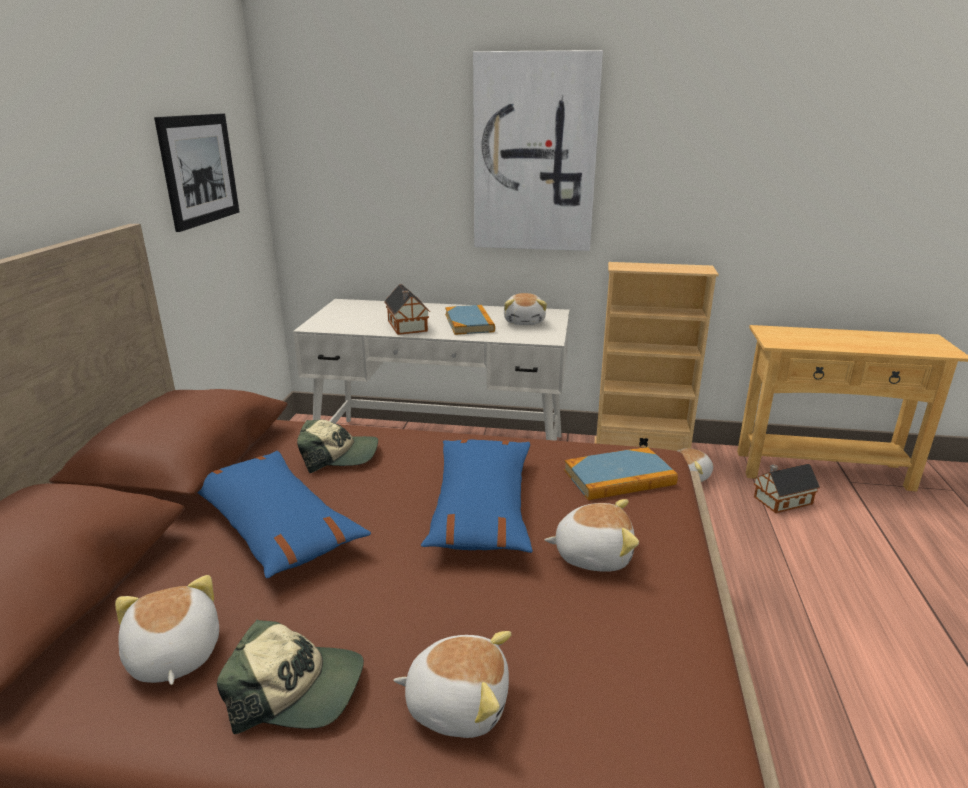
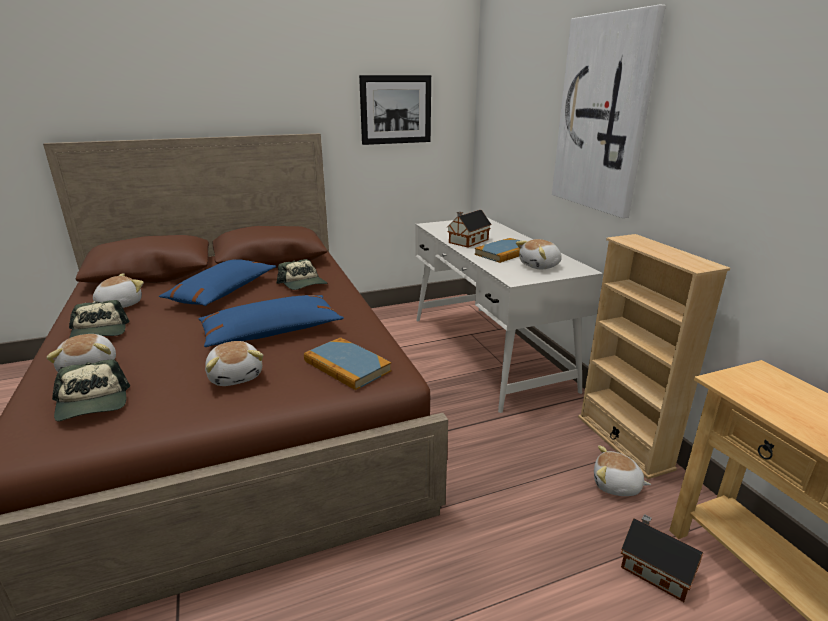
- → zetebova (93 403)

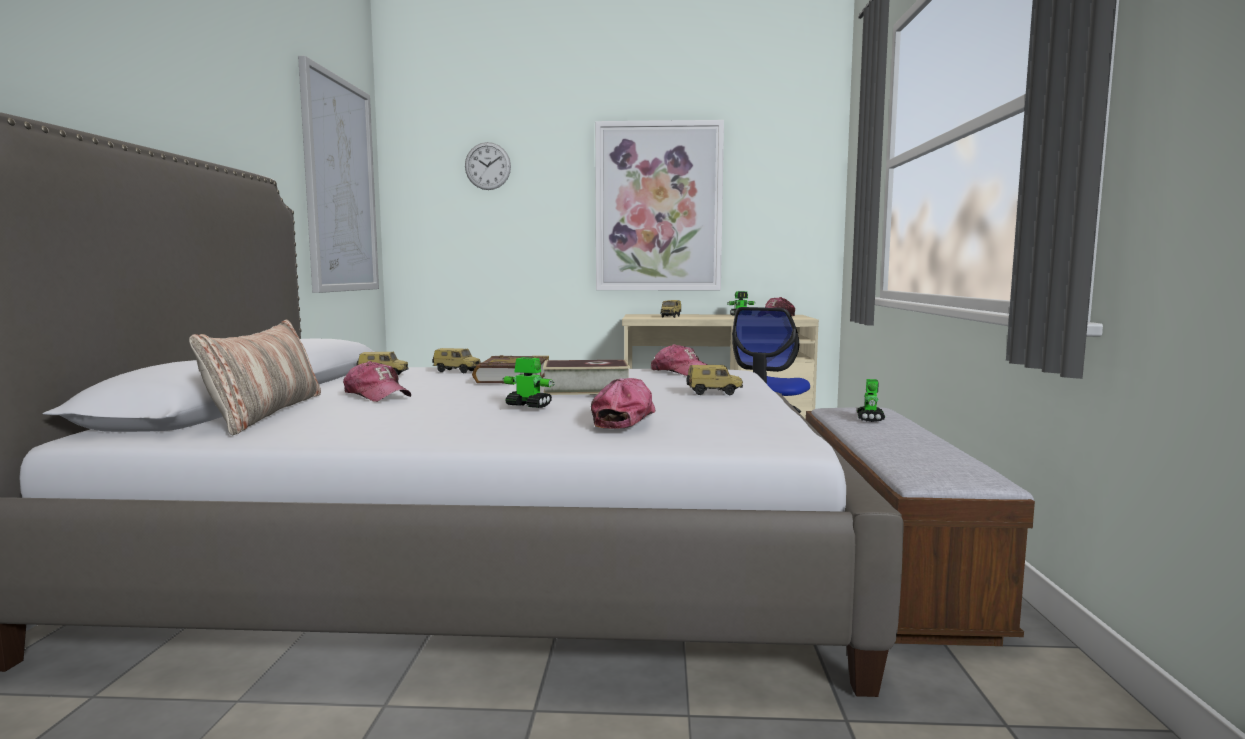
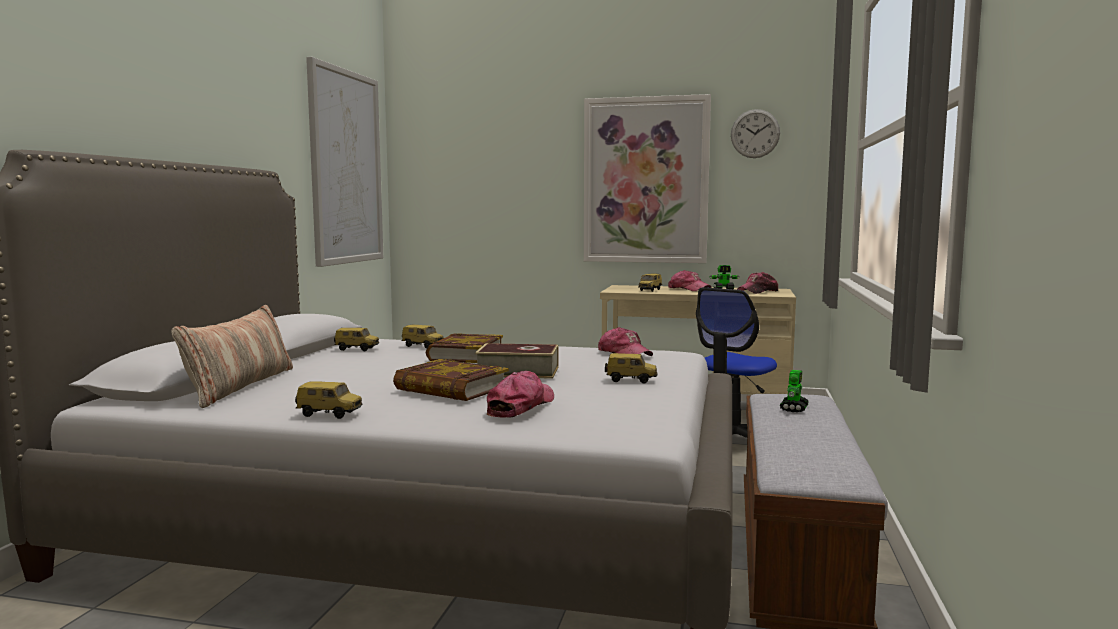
zetebova (377 395) → zetebova (688 289), shifted
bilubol (487 166) → bilubol (755 133), shifted
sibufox (528 405) → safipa (451 389)
- → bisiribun (330 414)

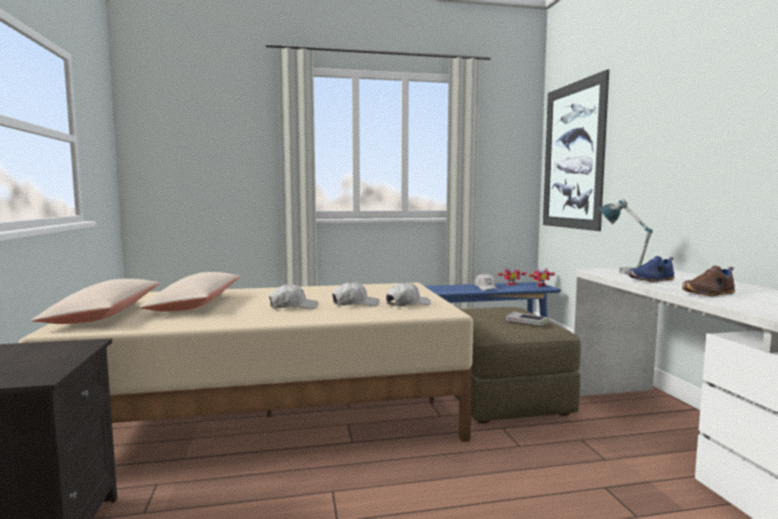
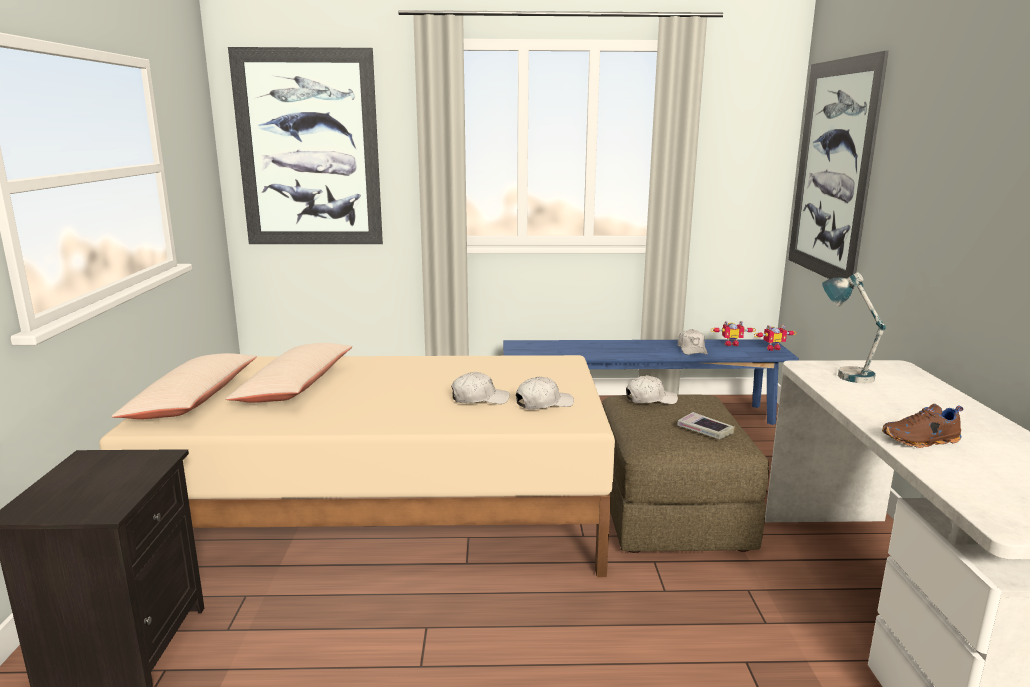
zetebova (white) (293 307) → zetebova (white) (650 399), shifted
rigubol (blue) (652 280) → -
- → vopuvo (308 149)

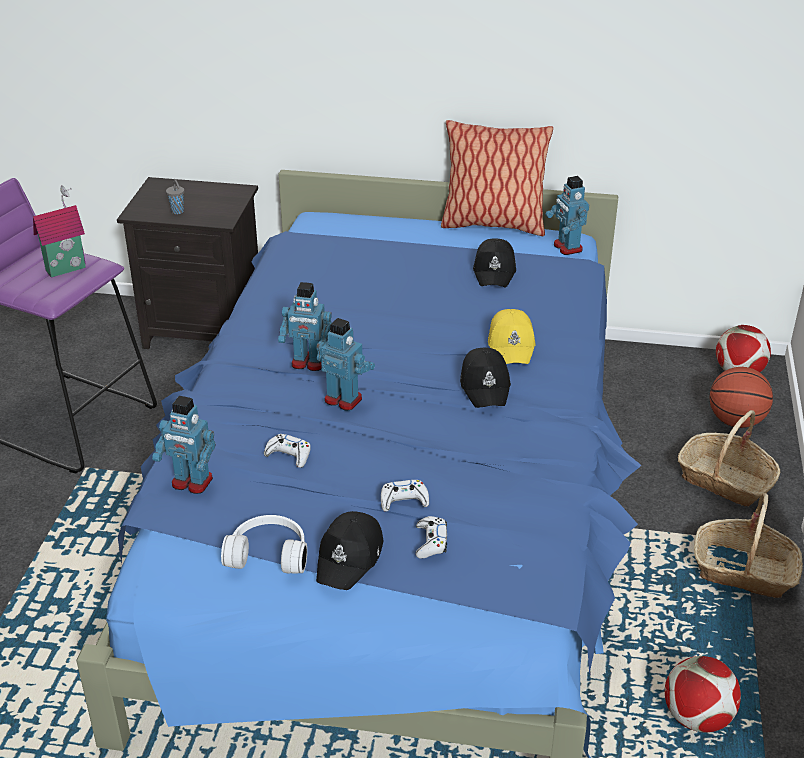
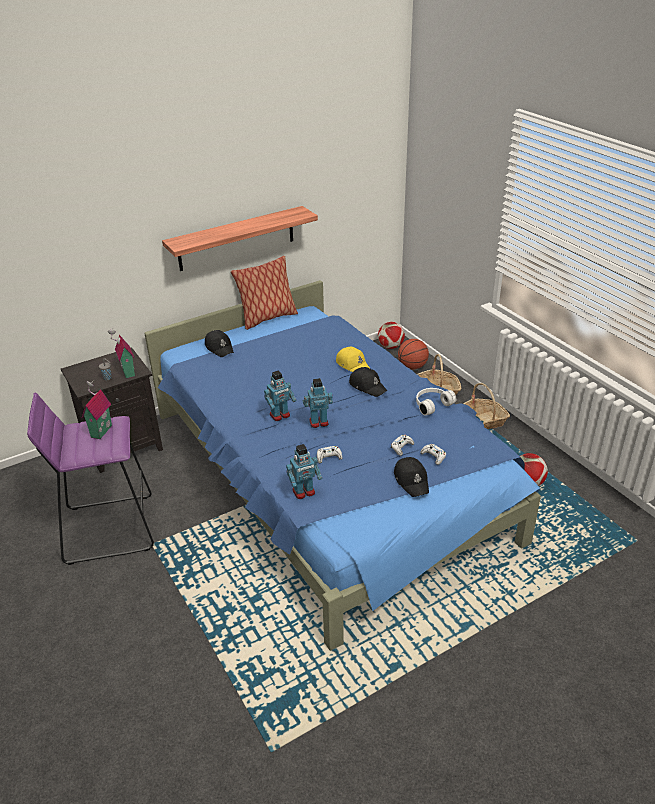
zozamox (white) (269 553) → zozamox (white) (432 404), shifted
zetebova (black) (495 271) → zetebova (black) (219 347), shifted
sibufox (567 247) → -
- → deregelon (126 372)
- → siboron (236 238)

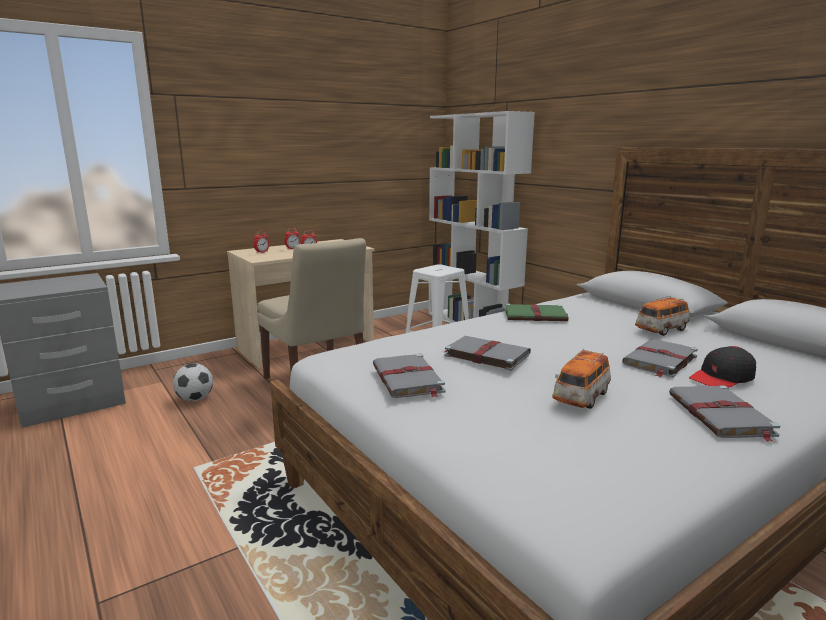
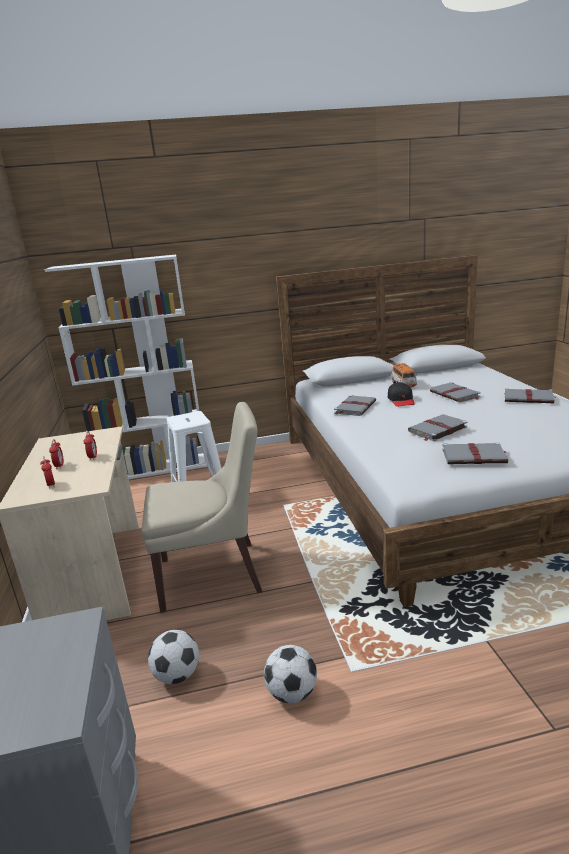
safipa (green) (536 316) → safipa (grey) (355 407)
bisiribun (581 398) → -
zetebova (black) (722 378) → zetebova (black) (401 400), shifted
- → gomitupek (292 693)

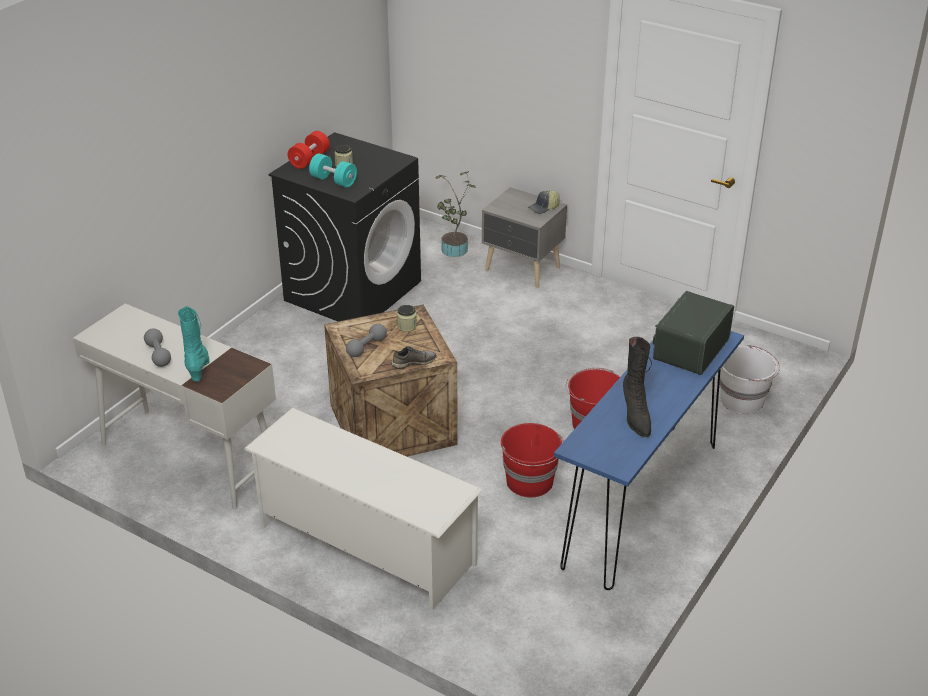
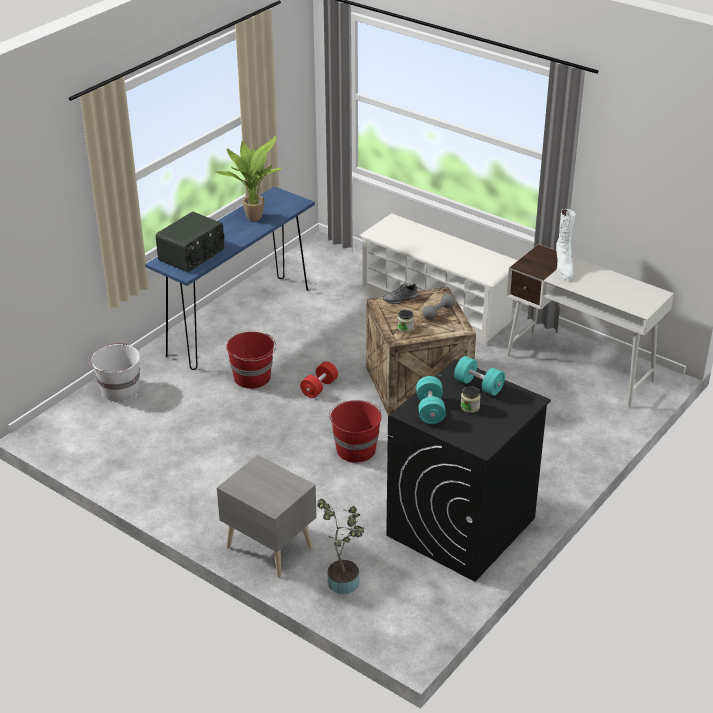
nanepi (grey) (158 354) → -
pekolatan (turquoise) (198 366) → pekolatan (white) (563 267)
nanepi (red) (309 160) → nanepi (red) (319 388), shifted
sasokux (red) (530 482) → sasokux (red) (355 449), shifted
zetebova (544 208) → -
pekolatan (black) (636 416) → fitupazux (253 217)
- → nanepi (turquoise) (430 410)

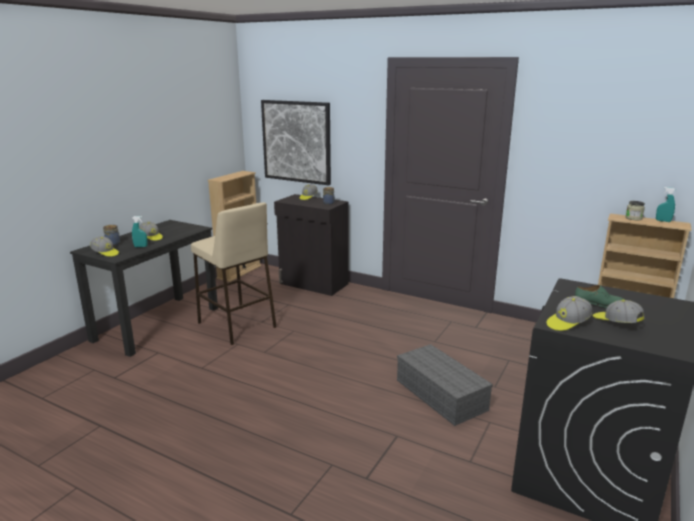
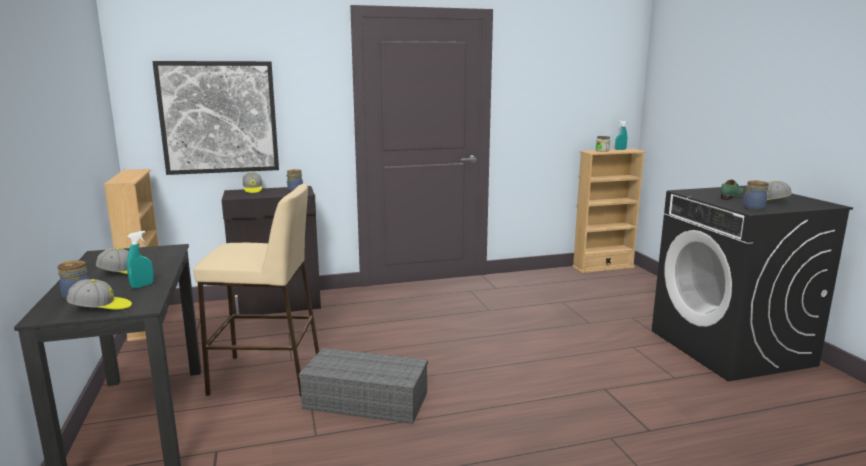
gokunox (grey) (442 395) → gokunox (grey) (368 400), shifted
zetebova (567 323) → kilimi (755 208)

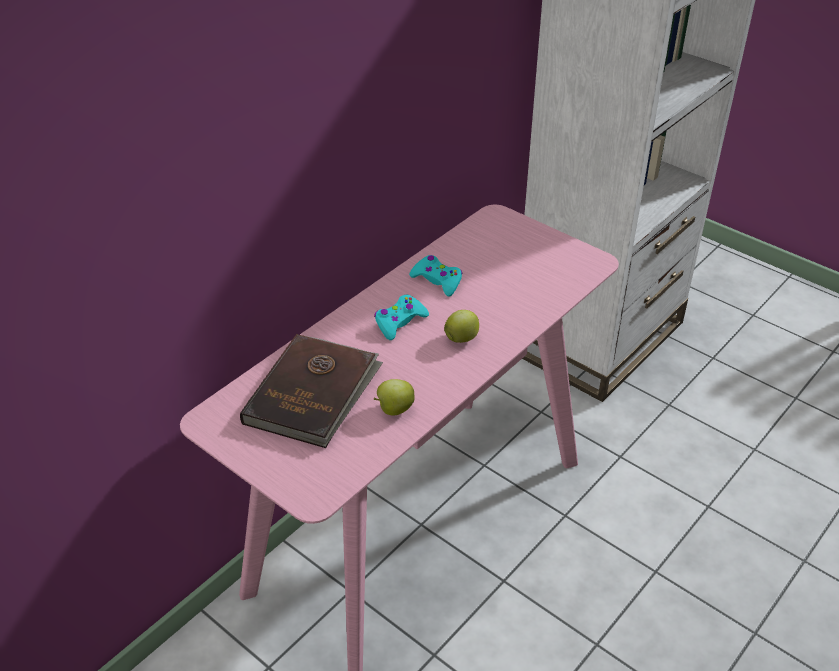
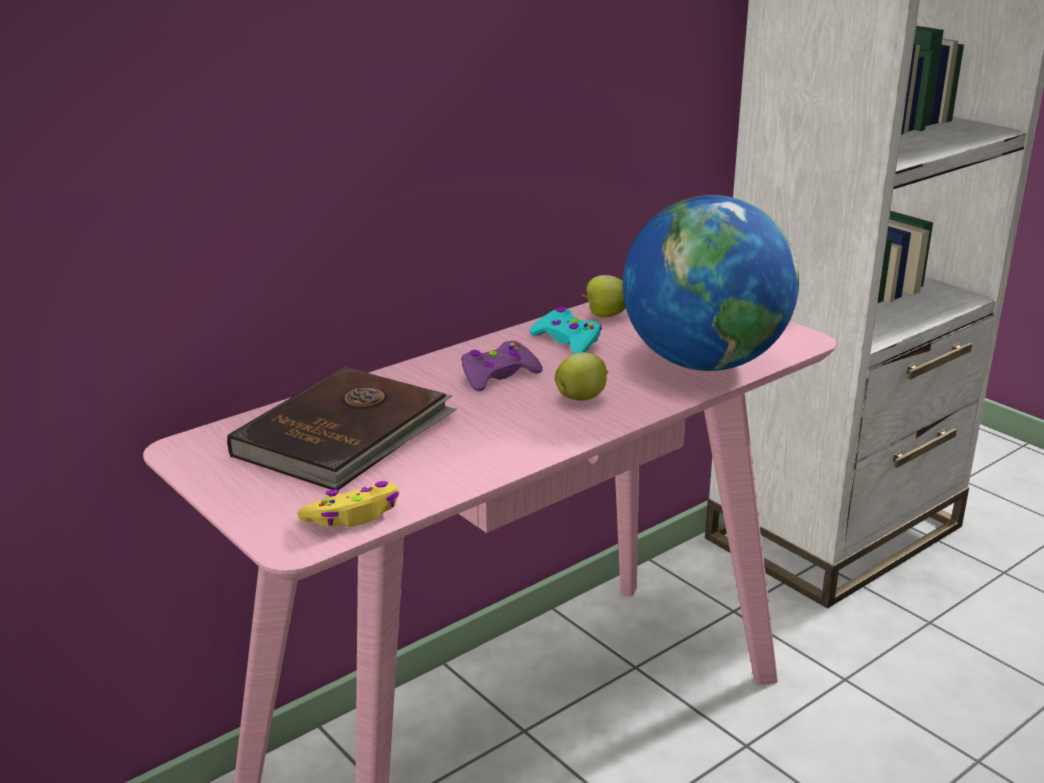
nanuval (394 409) → nanuval (605 315), shifted
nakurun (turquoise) (399 322) → nakurun (purple) (498 376)
- → nakurun (yellow) (354 515)
- → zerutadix (703 363)

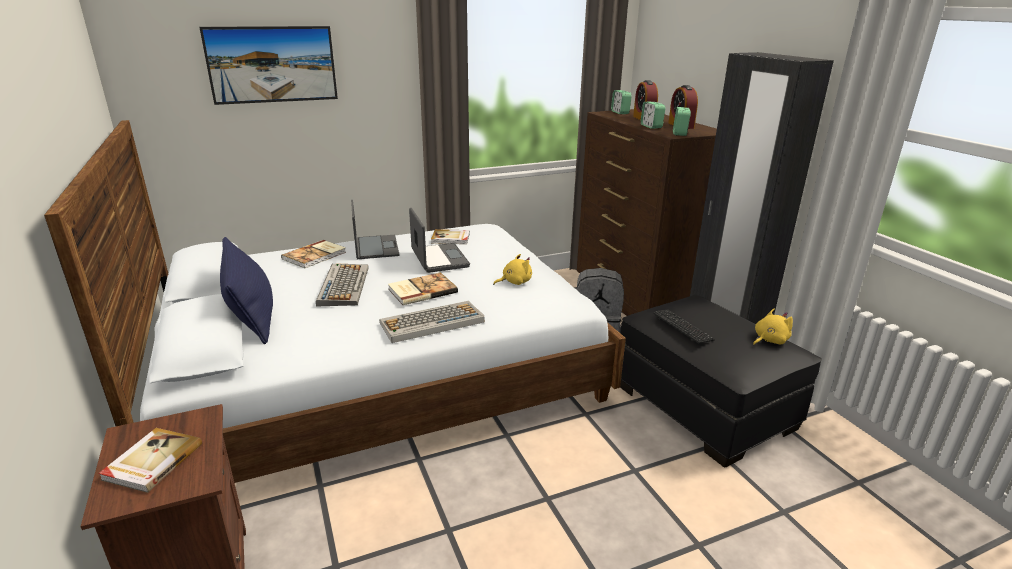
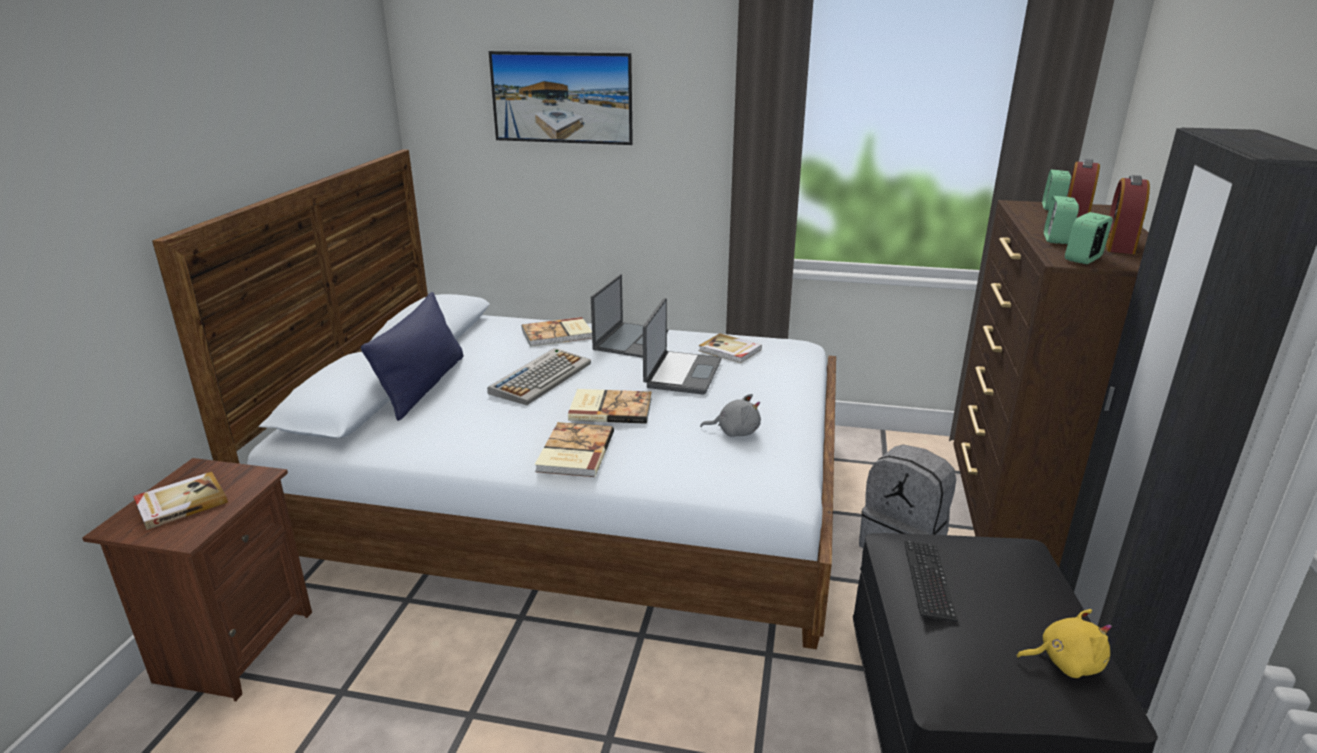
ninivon (431 323) → safipa (573 452)
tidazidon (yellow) (514 282) → tidazidon (grey) (735 432)

